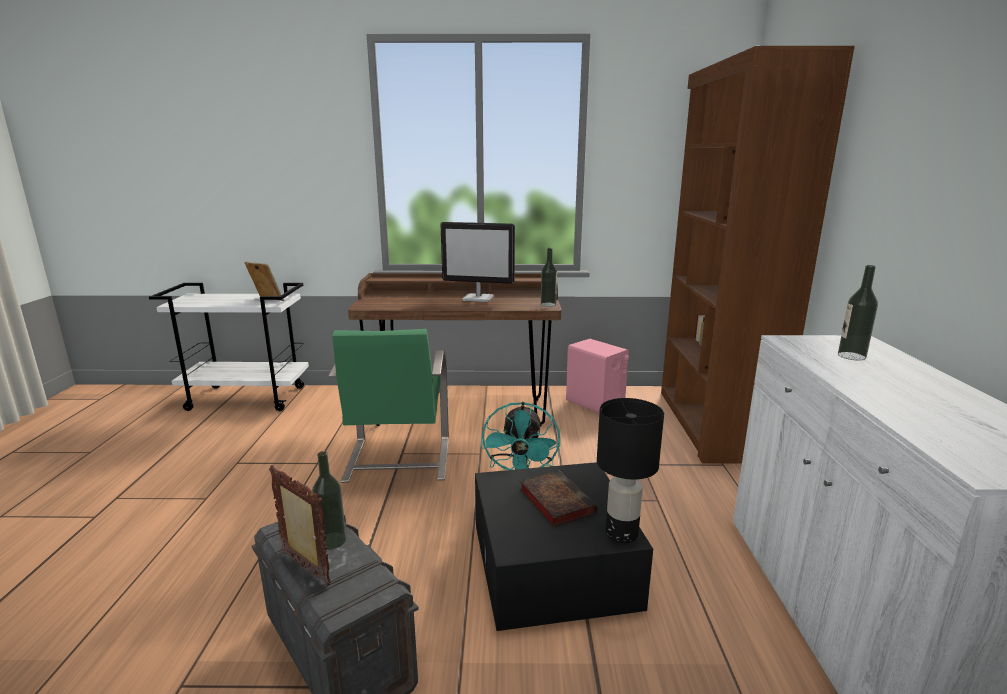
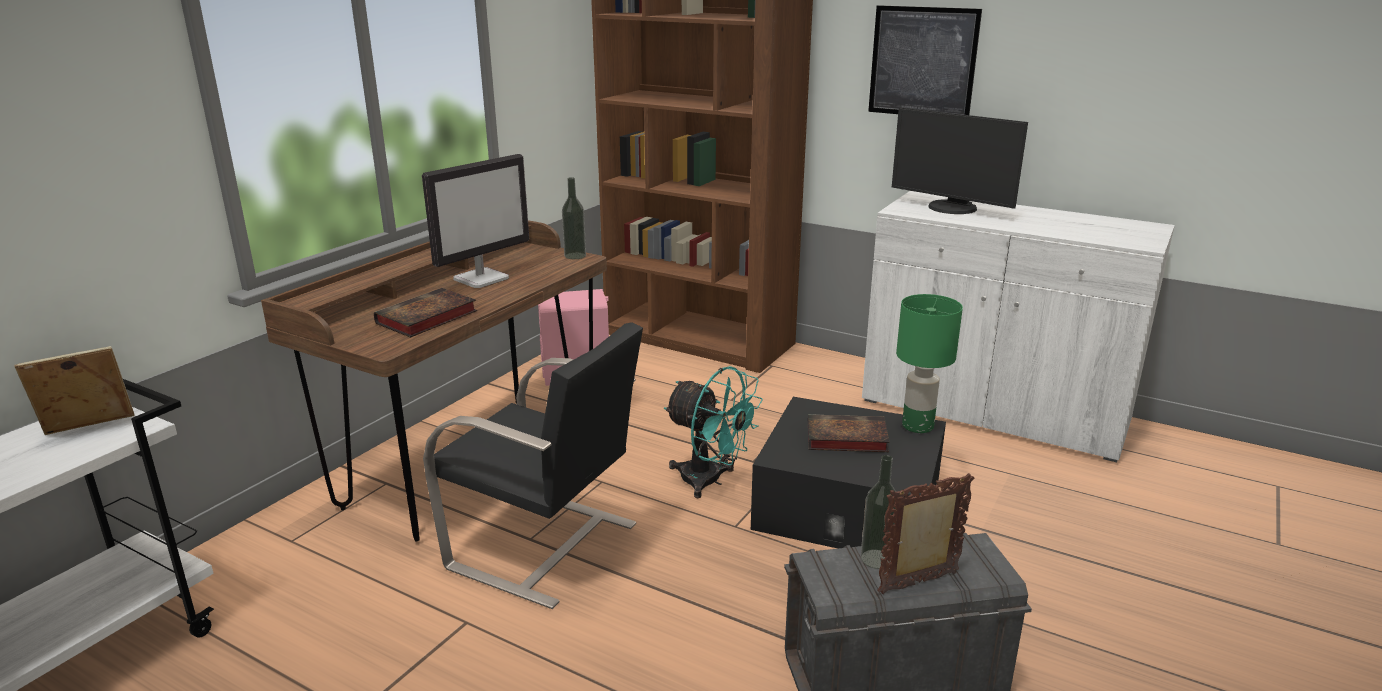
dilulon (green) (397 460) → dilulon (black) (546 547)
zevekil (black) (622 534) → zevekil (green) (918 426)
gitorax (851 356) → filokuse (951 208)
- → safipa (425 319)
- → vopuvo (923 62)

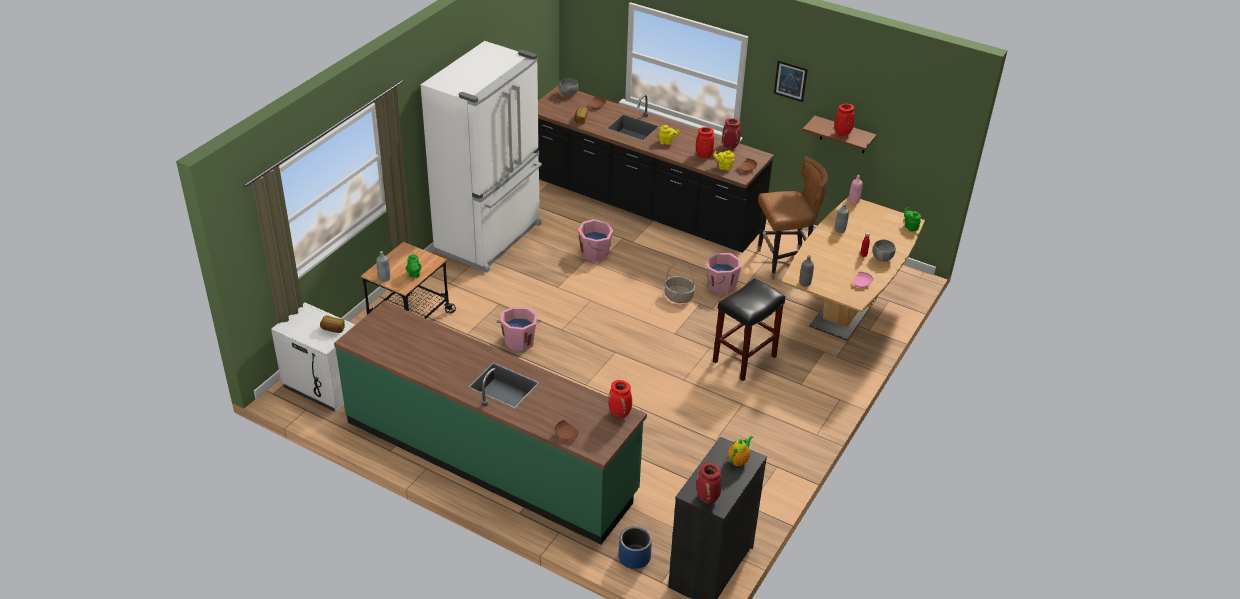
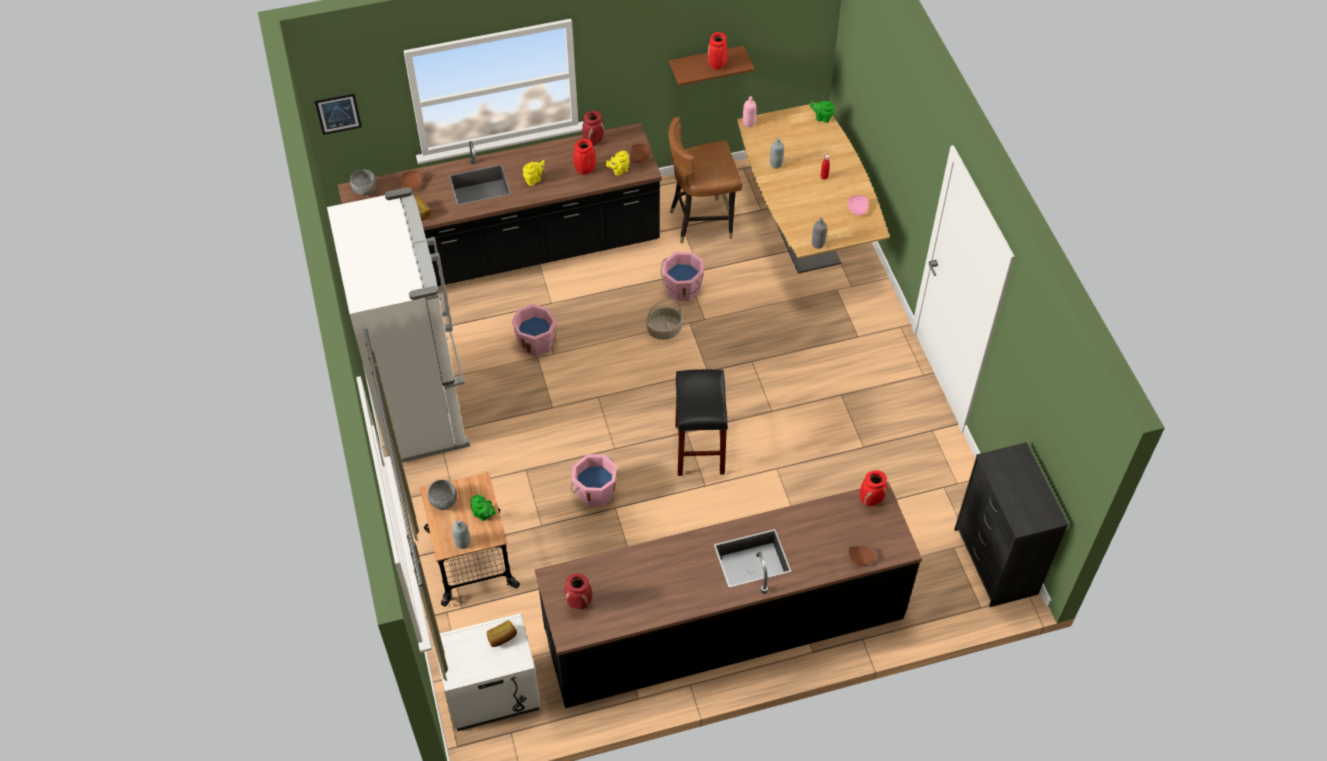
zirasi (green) (490 457) → zirasi (black) (724 625)
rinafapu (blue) (634 557) → -
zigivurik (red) (708 498) → zigivurik (red) (579 602), shifted
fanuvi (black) (744 358) → fanuvi (black) (699 448), shifted
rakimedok (739 460) → -
dilulon (brown) (784 263) → dilulon (brown) (701 222), 135 degrees counterclockwise
vopuvo (790 81) → vopuvo (338 113), shifted
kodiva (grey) (882 258) → kodiva (grey) (443 502), shifted

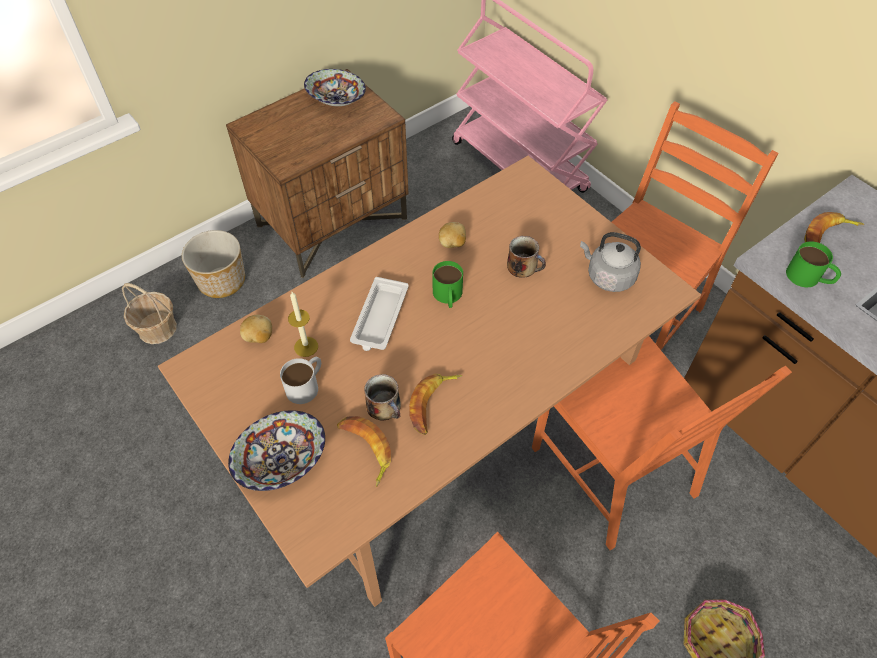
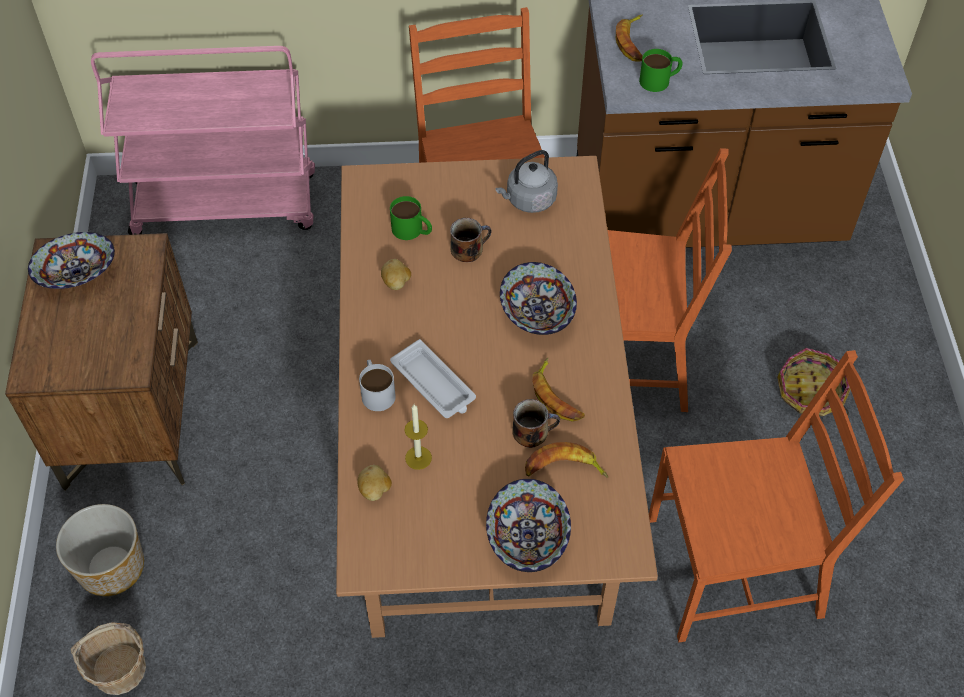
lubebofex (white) (306 384) → lubebofex (white) (376 391), shifted
lubebofex (green) (448 296) → lubebofex (green) (412 230), shifted
- → kodiva (538 312)

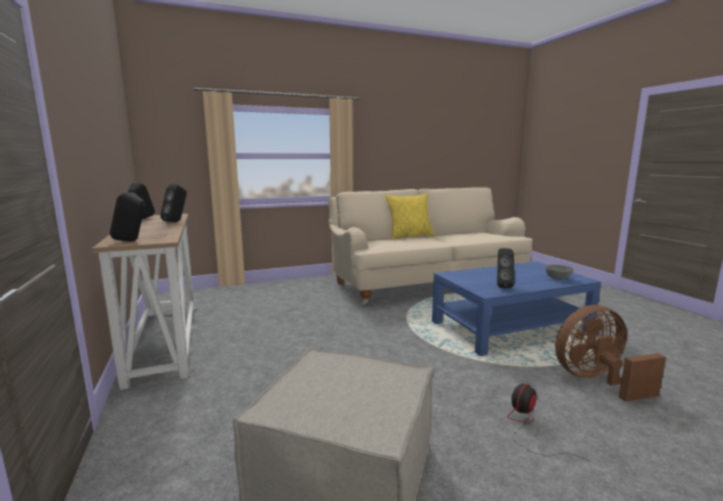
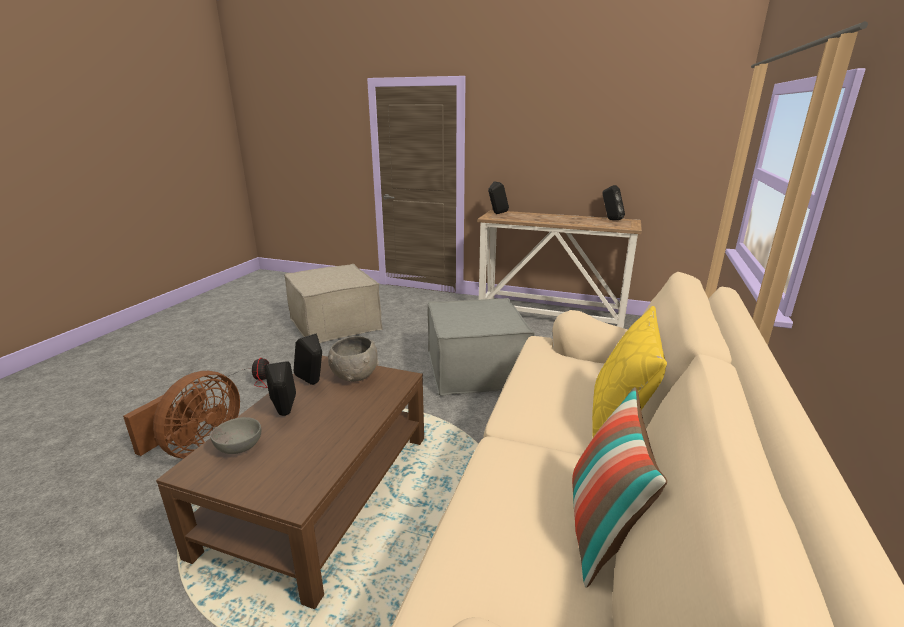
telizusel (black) (176 221) → telizusel (black) (285 414), shifted
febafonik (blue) (510 327) → febafonik (brown) (321 491)
- → kodiva (grey) (354 376)
- → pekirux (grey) (475 369)
- → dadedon (603 530)

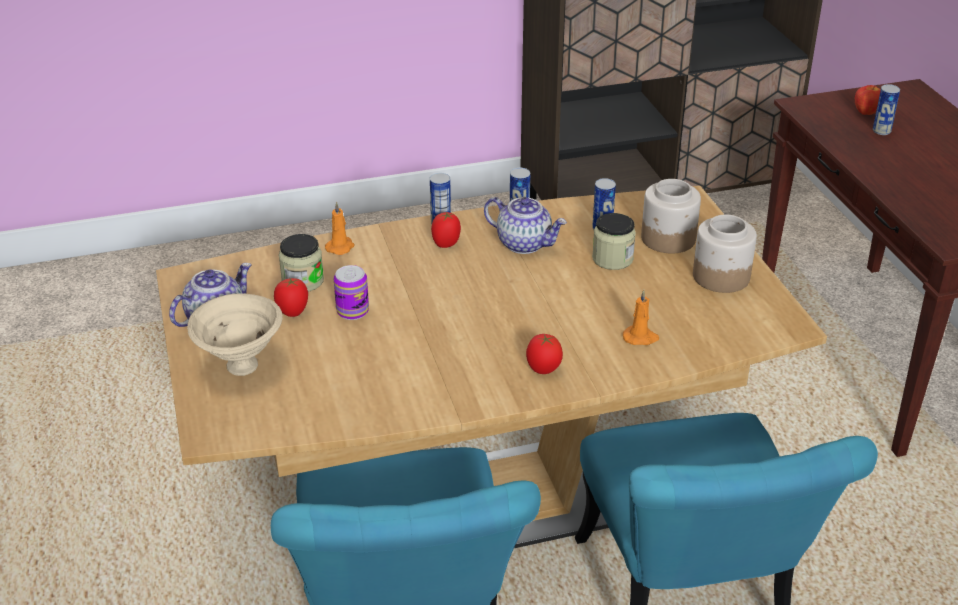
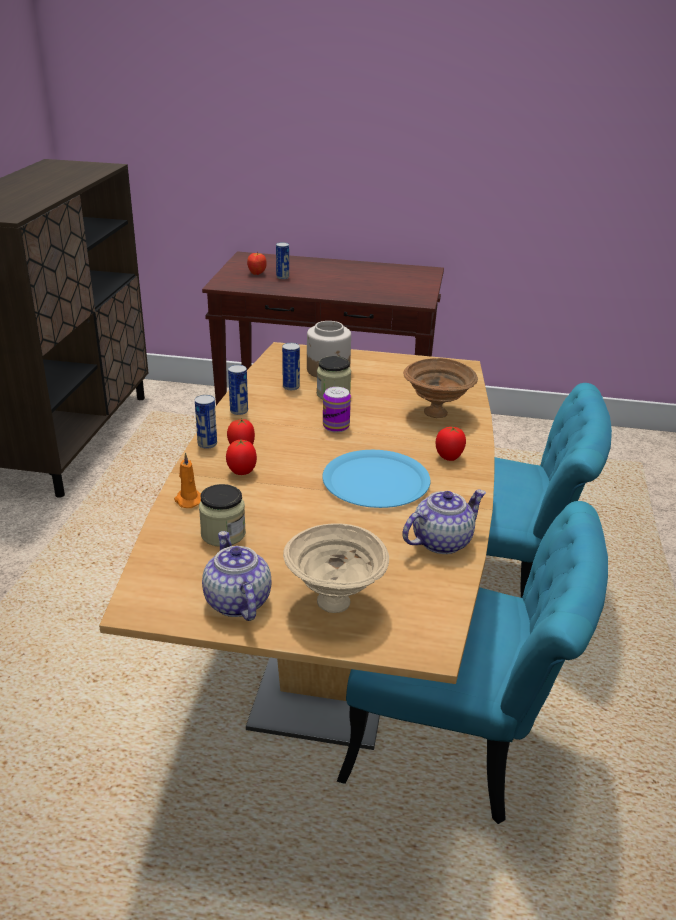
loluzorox (293 313) → loluzorox (242 472), shifted
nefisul (352 311) → nefisul (336 426), shifted
rakimedok (525 243) → rakimedok (441 541), shifted
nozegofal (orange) (640 338) → kodiva (brown) (437 413)
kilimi (720 276) → -
- → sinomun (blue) (376 481)

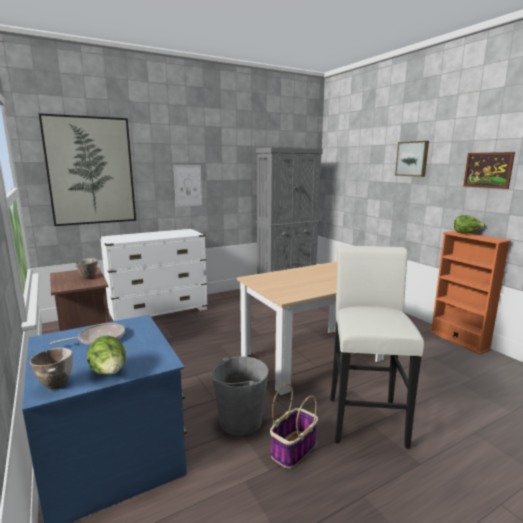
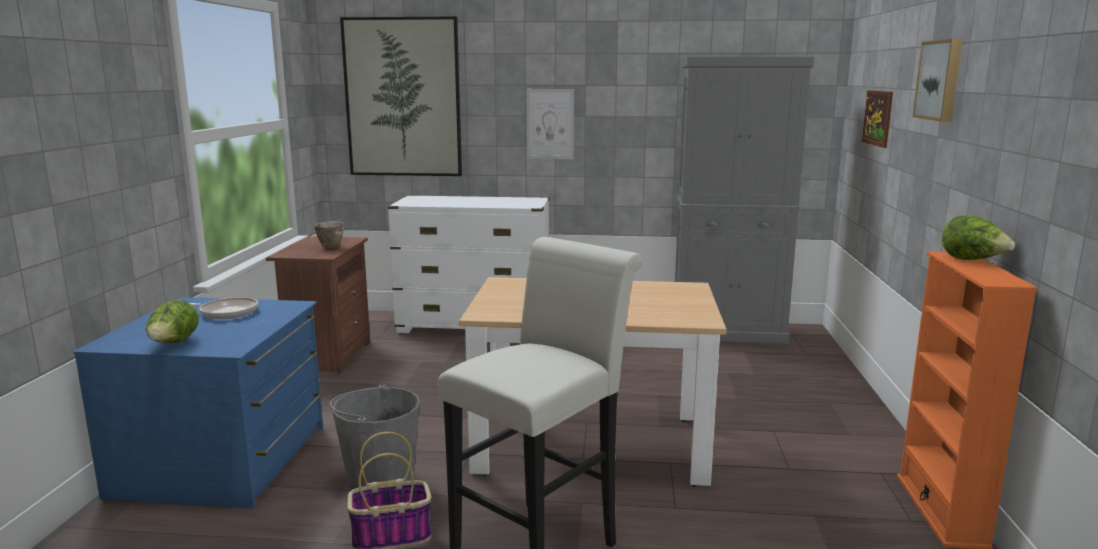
kodiva (56 384) → -
vopuvo (488 170) → vopuvo (878 118), shifted

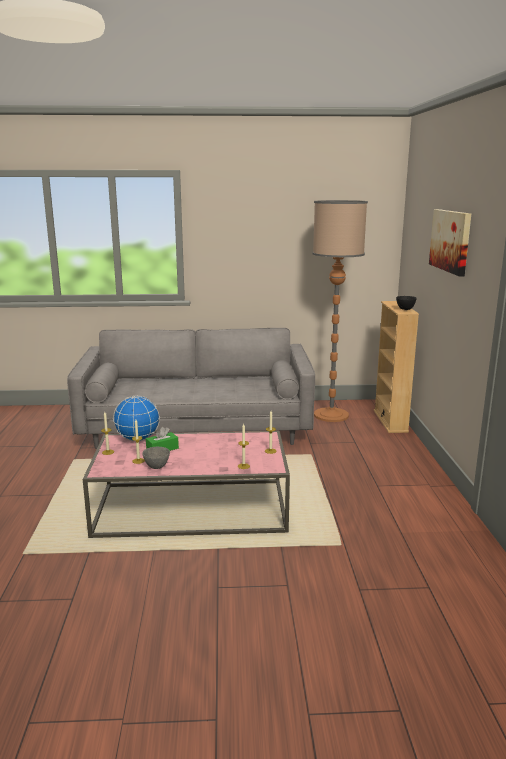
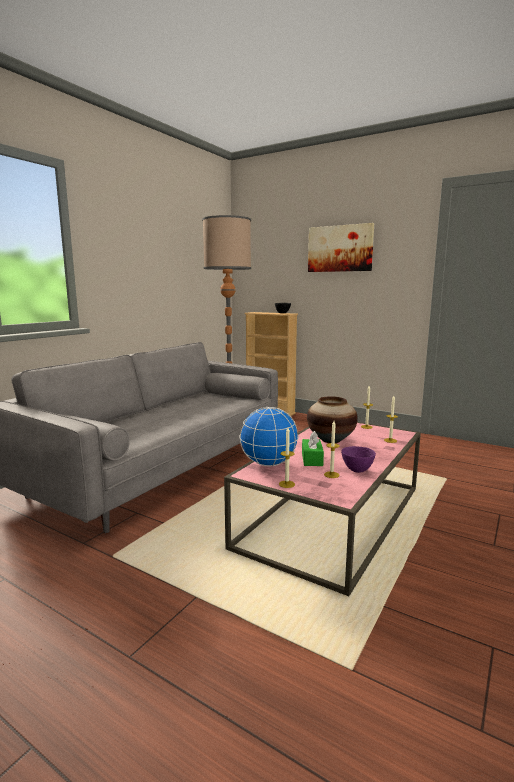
kodiva (grey) (156 466) → kodiva (purple) (357 470)
- → zigivurik (330 440)

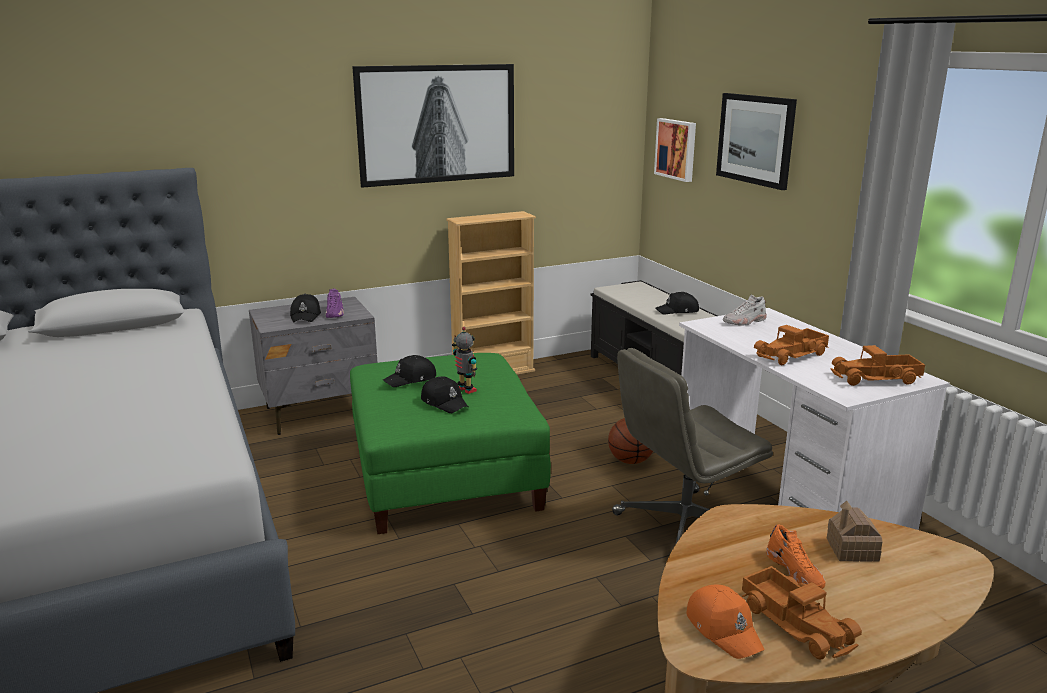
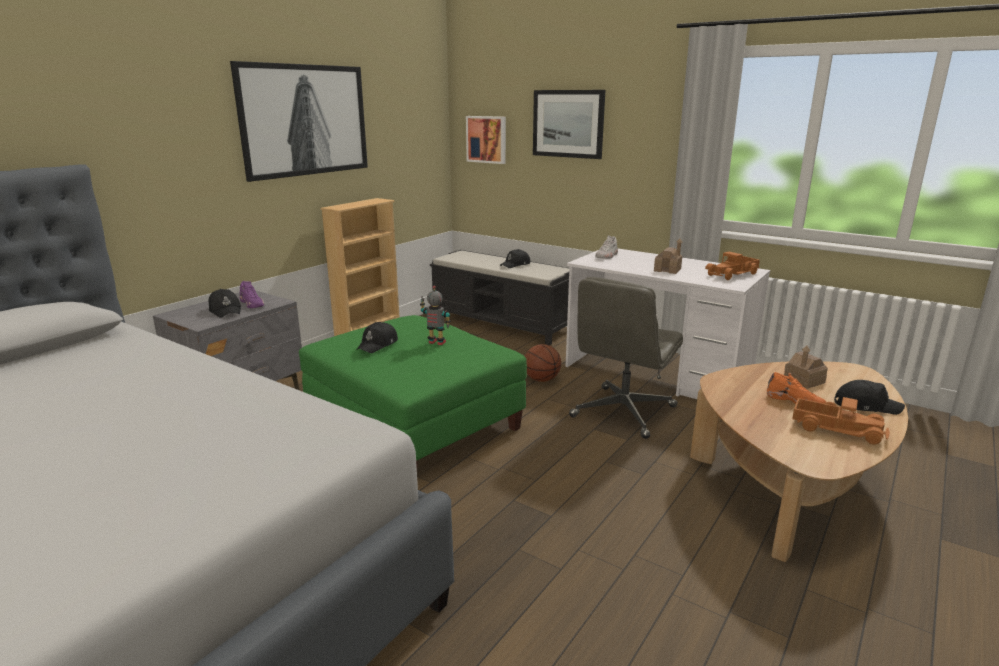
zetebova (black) (444 402) → zetebova (black) (866 405), shifted
zetebova (orange) (724 628) → -
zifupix (792 355) → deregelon (667 270)

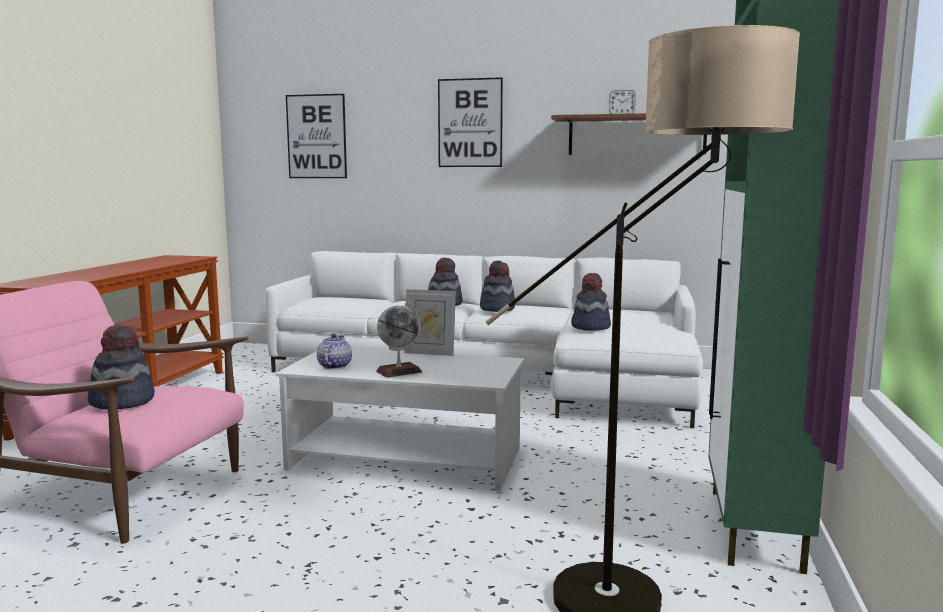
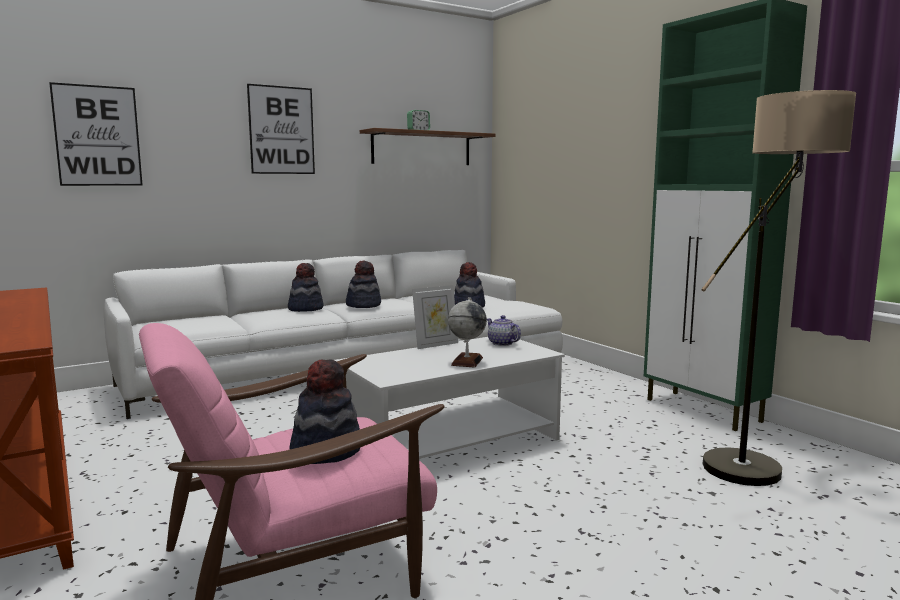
rakimedok (334 366) → rakimedok (502 343), shifted

